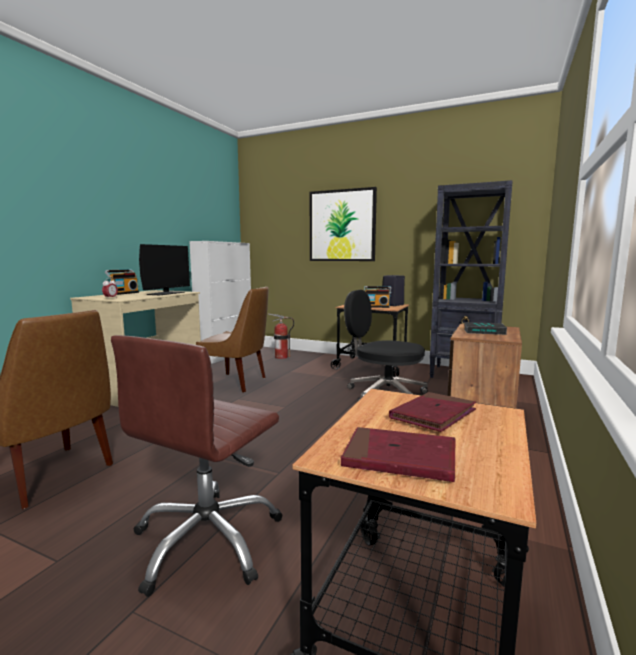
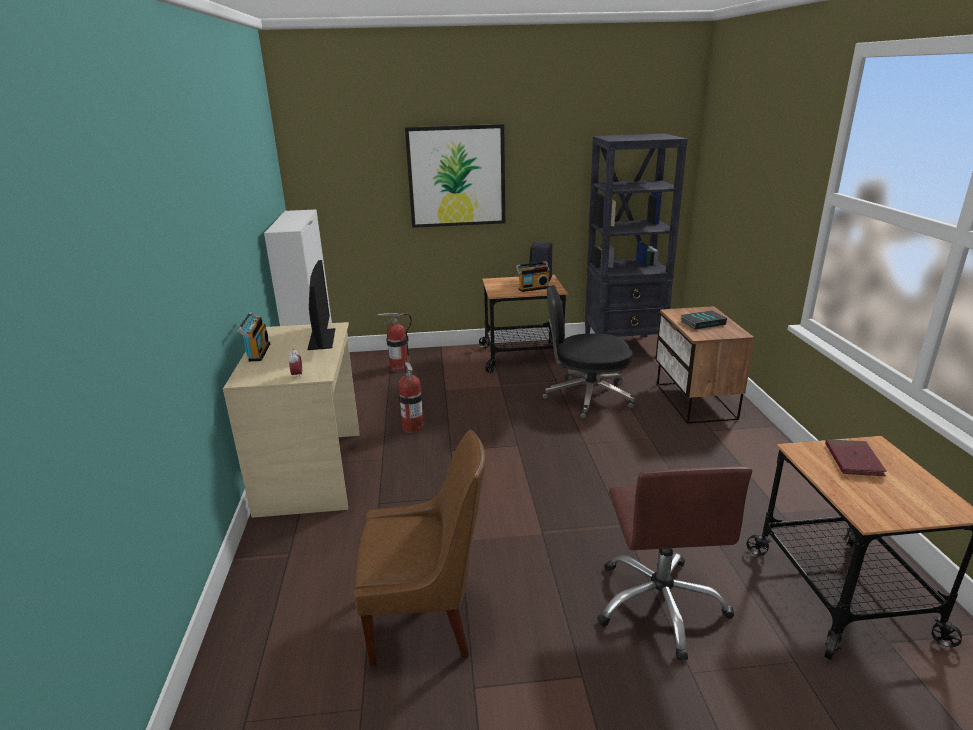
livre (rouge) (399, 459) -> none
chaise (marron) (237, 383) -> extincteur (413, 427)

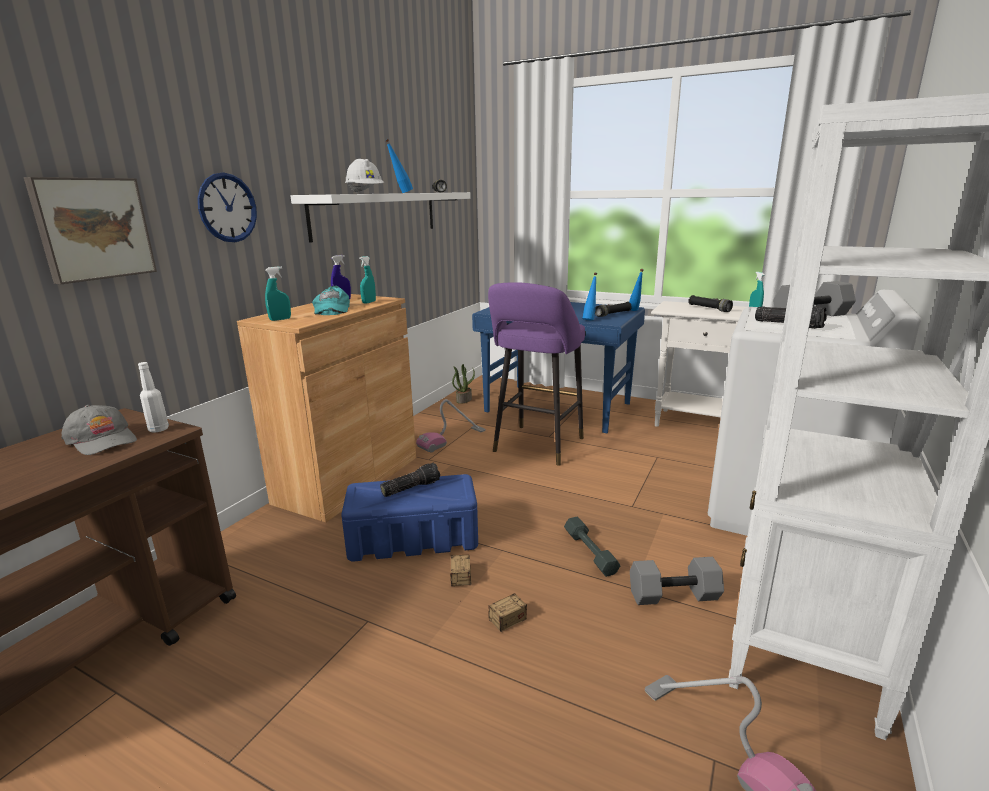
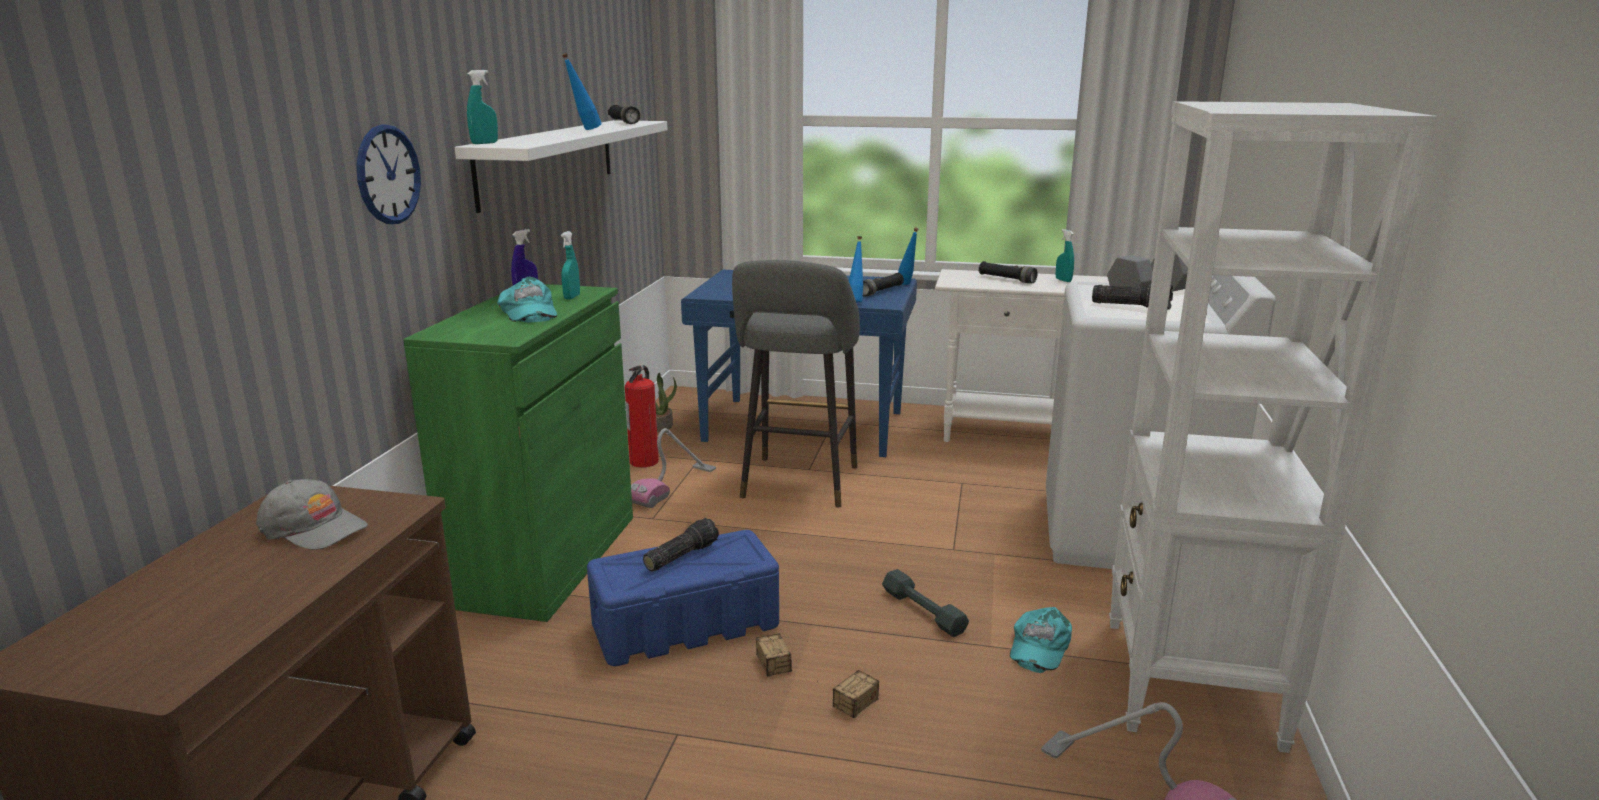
tableau (93, 229) -> none
bouteille (blanc) (158, 429) -> none
casque de chantier (blanc) (365, 193) -> none
none -> extincteur (644, 461)
vaporisateur (turquoise) (280, 319) -> vaporisateur (turquoise) (484, 143), shifted
haltère (gris) (674, 594) -> casquette (turquoise) (1038, 646)
meuble de rangement (marron) (348, 479) -> meuble de rangement (vert) (546, 559)
tabouret (violet) (536, 447) -> tabouret (gris) (798, 485)

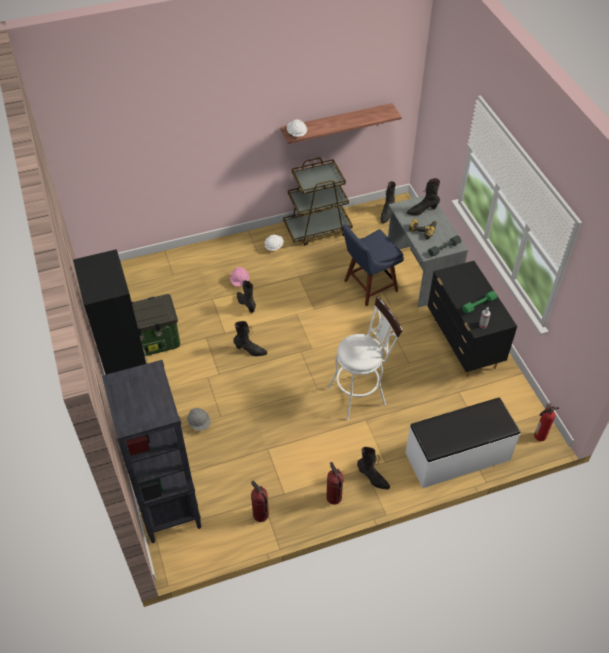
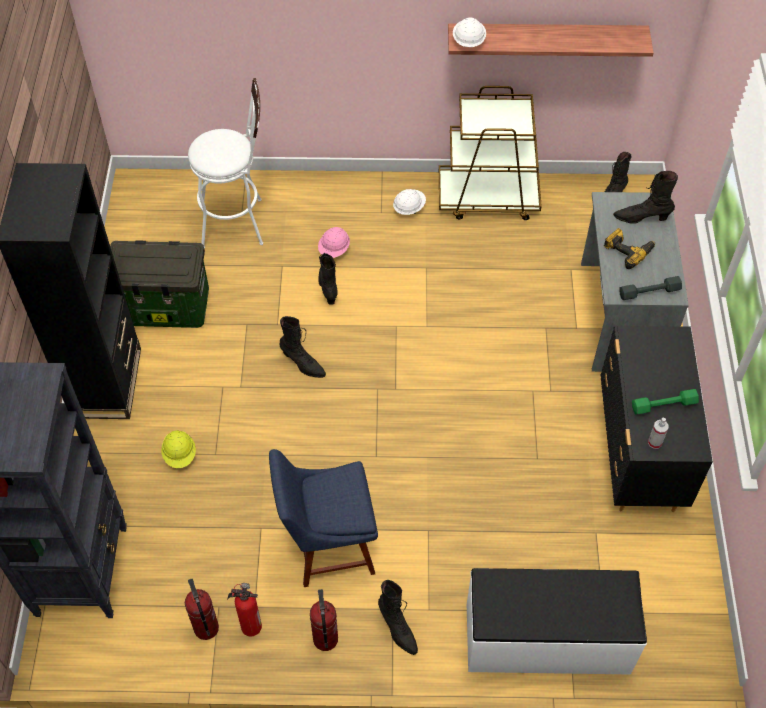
tabouret (blanc) (361, 394) -> tabouret (blanc) (239, 223), shifted
chaise (bleu) (368, 287) -> chaise (bleu) (327, 547), shifted
extincteur (539, 436) -> extincteur (249, 626), shifted
casque de chantier (gris) (199, 423) -> casque de chantier (jaune) (180, 455)

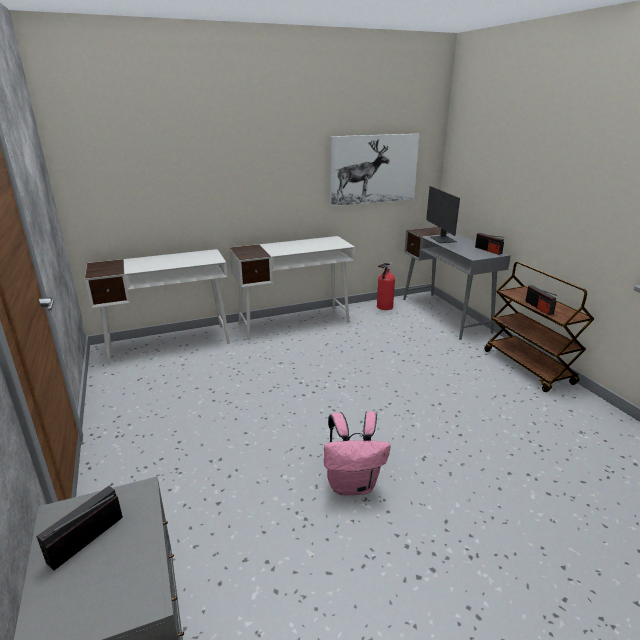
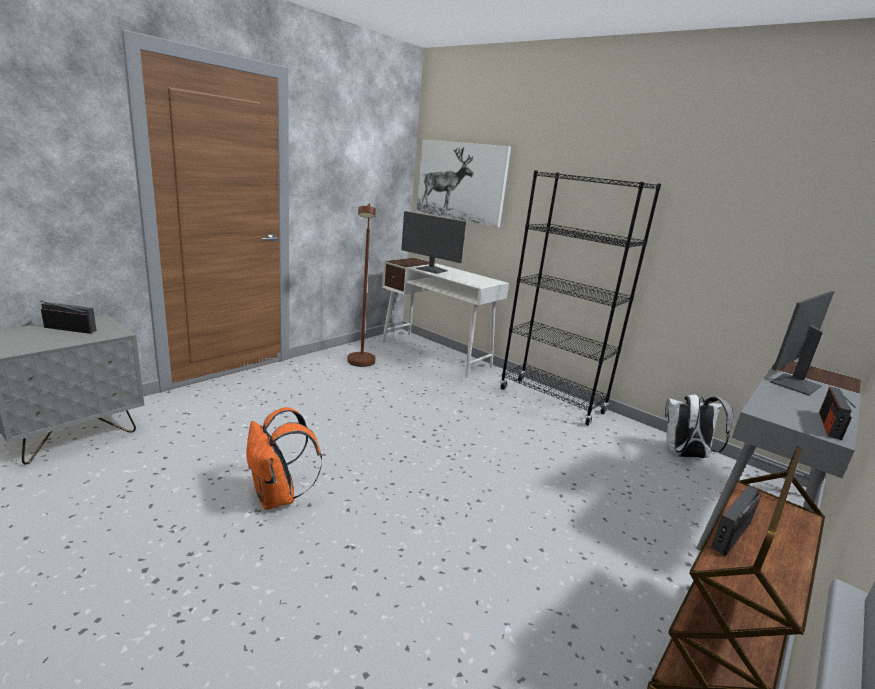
none -> lampadaire (marron) (360, 364)
none -> écran d'ordinateur (431, 270)
tableau (373, 169) -> tableau (460, 181), shifted
bureau (blanc) (294, 322) -> bibliothèque (noir) (551, 401)
extincteur (384, 307) -> sac à dos (blanc) (685, 455)
sac à dos (rose) (353, 484) -> sac à dos (orange) (278, 497)

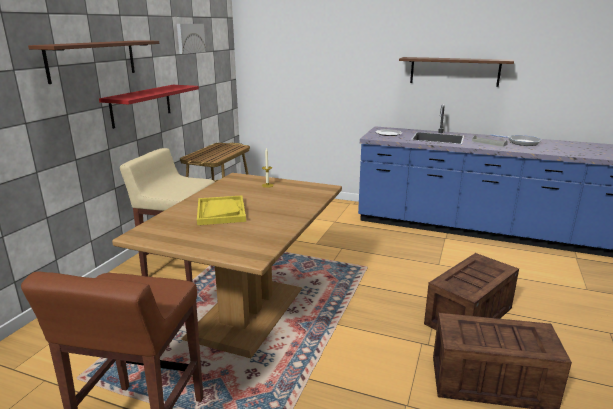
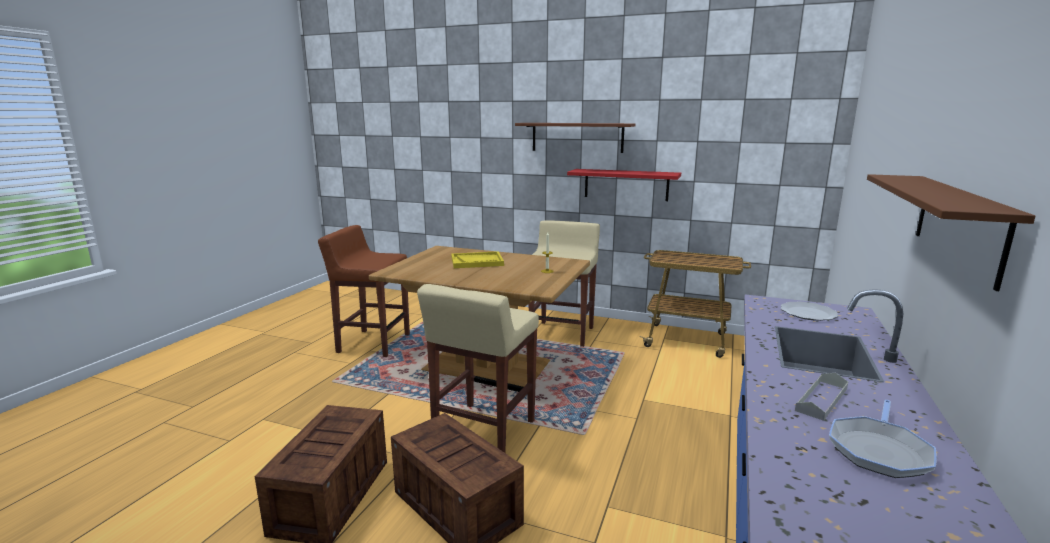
tableau (190, 38) -> none
none -> tabouret (beige) (483, 430)

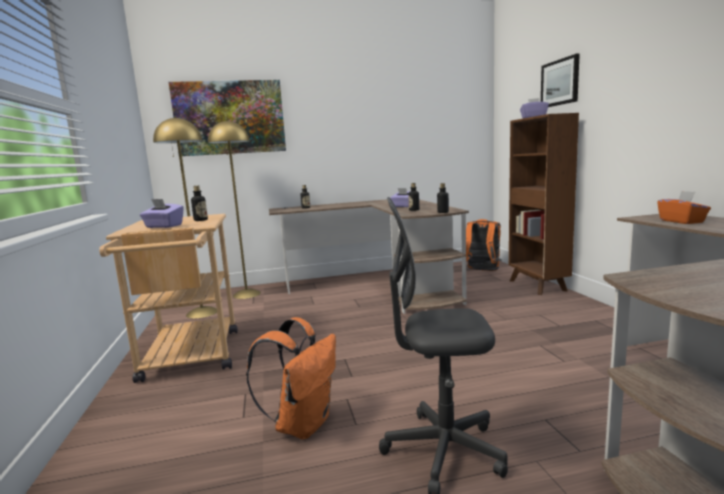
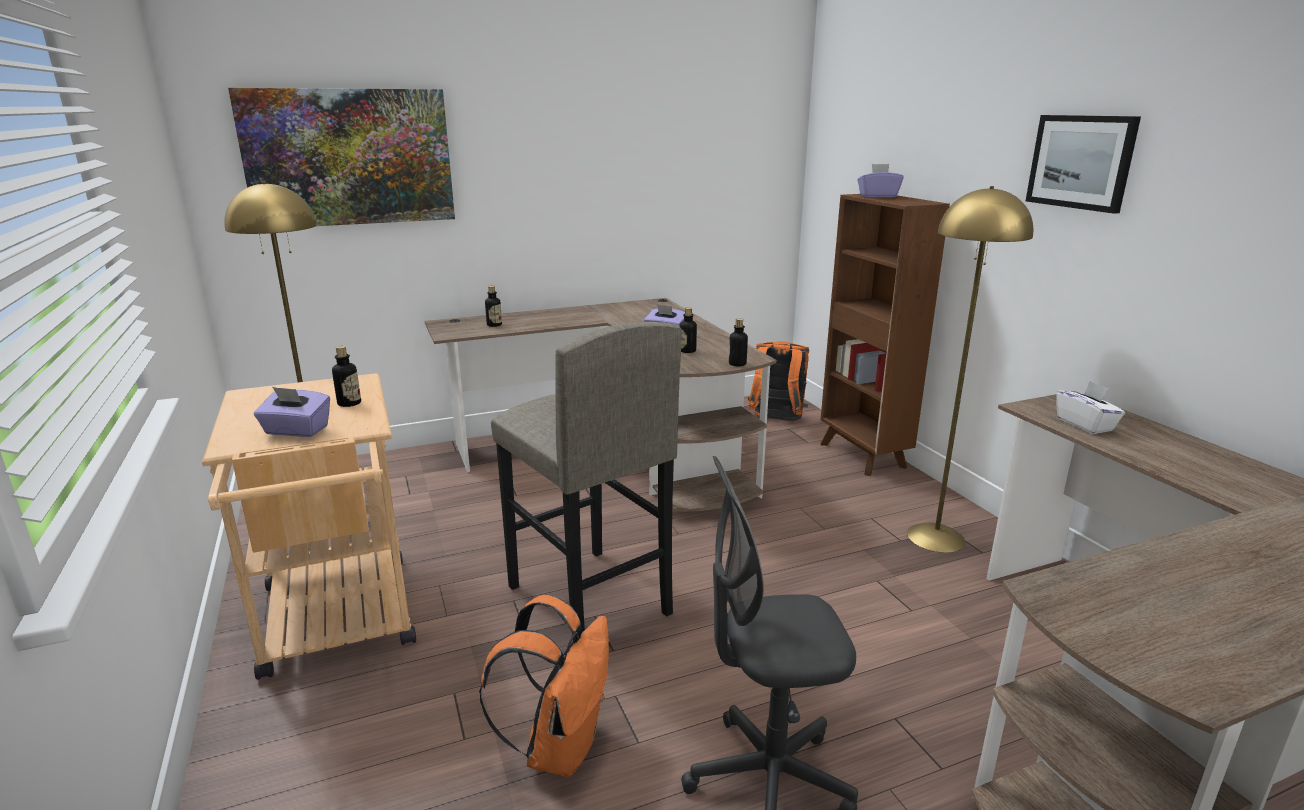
none -> tabouret (gris) (588, 601)
lampadaire (jaune) (247, 294) -> lampadaire (jaune) (936, 537), shifted
tableau (560, 82) -> tableau (1081, 162), shifted
boîte à mouchoirs (orange) (681, 221) -> boîte à mouchoirs (blanc) (1085, 425)

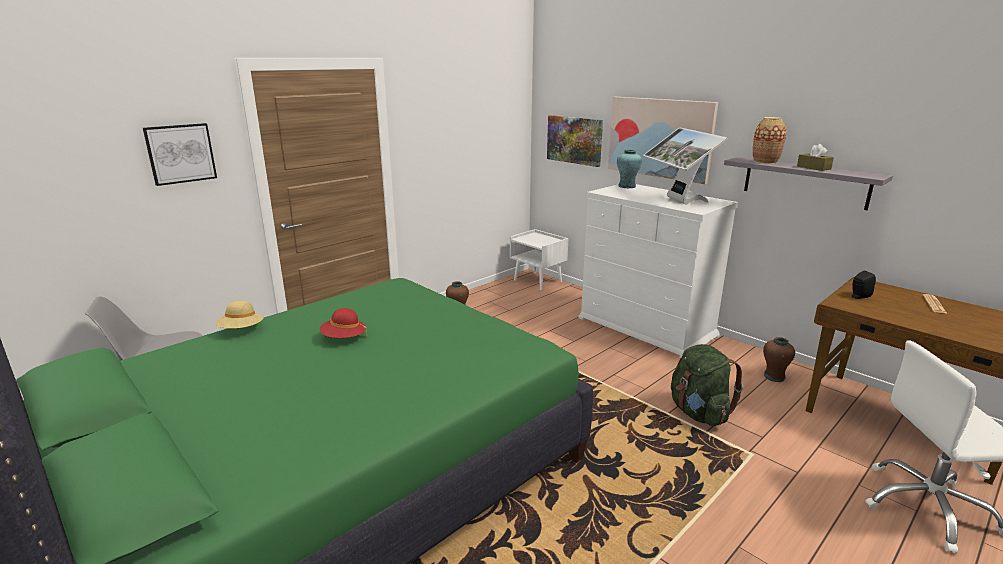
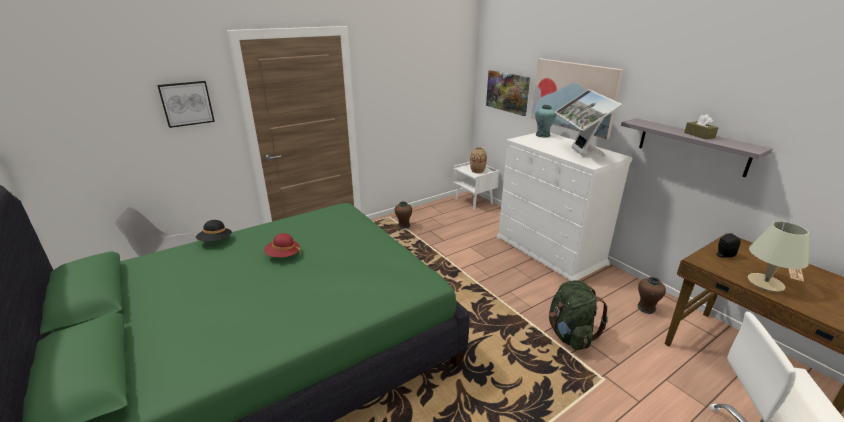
none -> lampe de table (beige) (765, 283)
vase (765, 162) -> vase (477, 171), shifted
chapeau (beige) (241, 330) -> chapeau (noir) (215, 241)

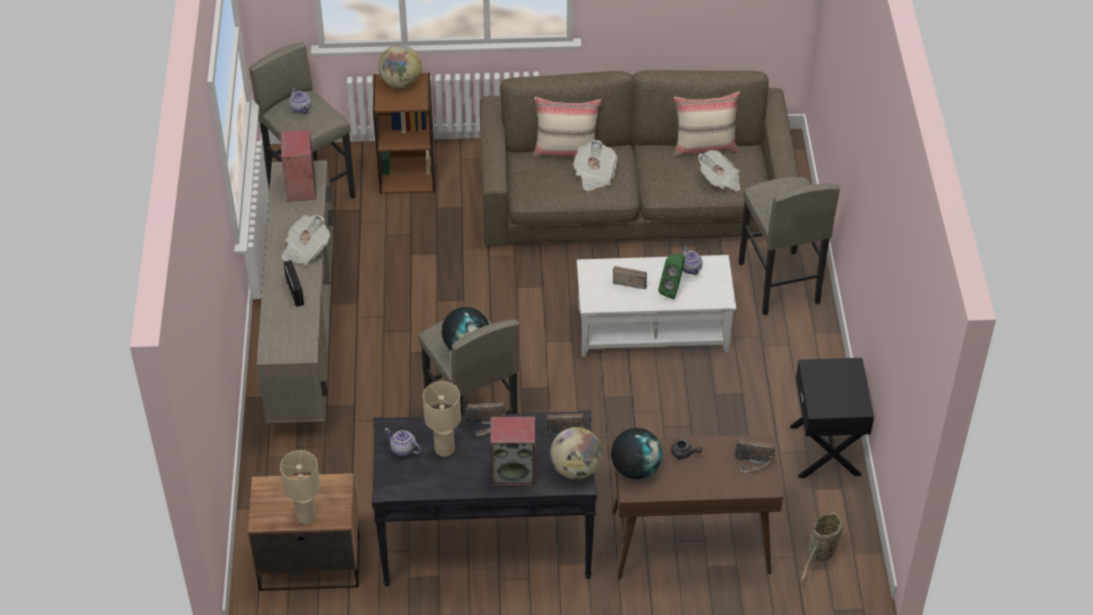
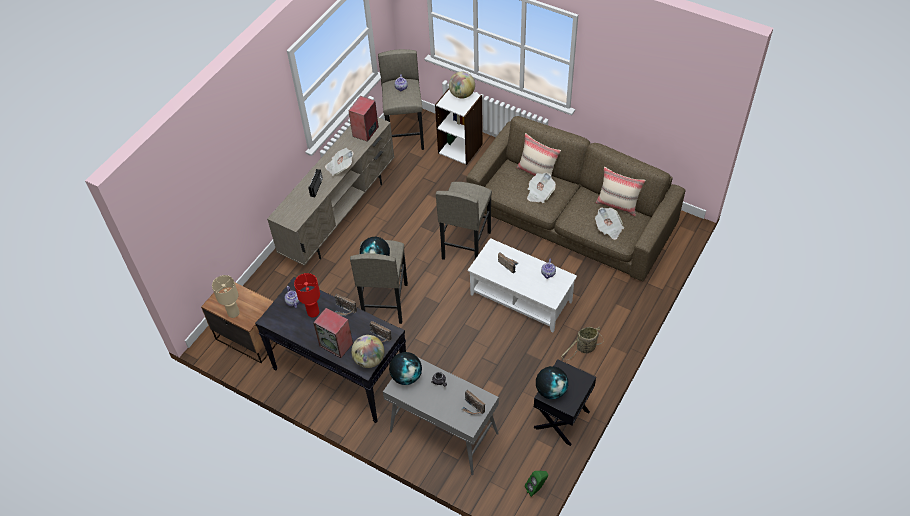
none -> globe (551, 390)
enceinte (vert) (673, 289) -> enceinte (vert) (536, 488), shifted
tabouret (gris) (778, 283) -> tabouret (gris) (465, 245), shifted
panier (821, 554) -> panier (584, 348), shifted
bibliothèque (marron) (407, 174) -> bibliothèque (blanc) (460, 148)
lampe de table (beige) (444, 449) -> lampe de table (rouge) (313, 312)
table console (marron) (689, 543) -> table console (gris) (443, 432)

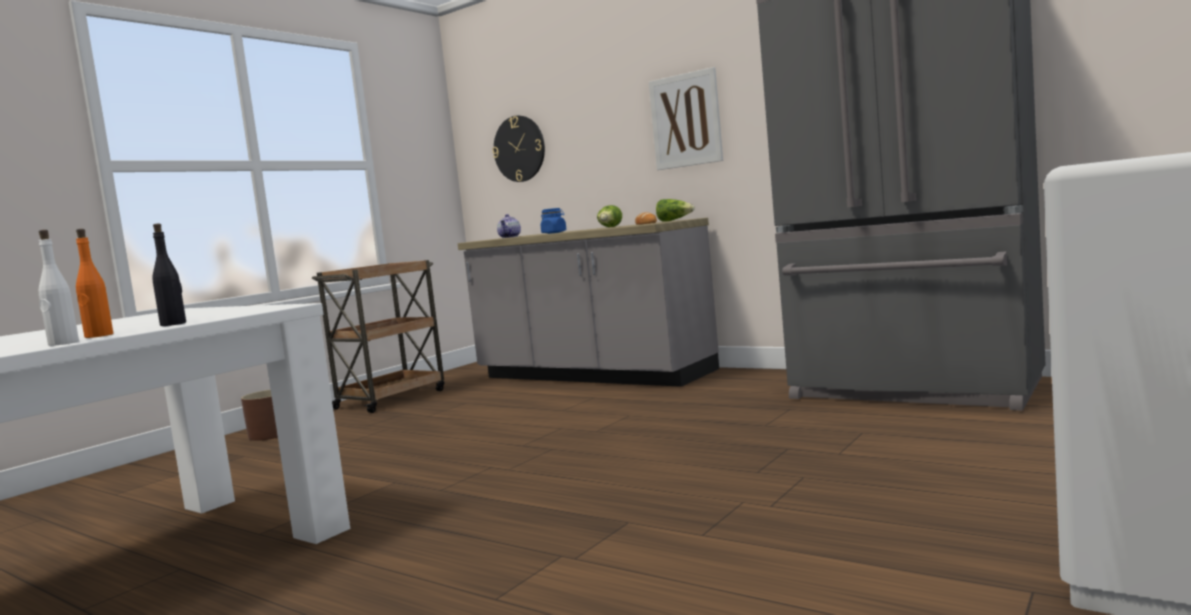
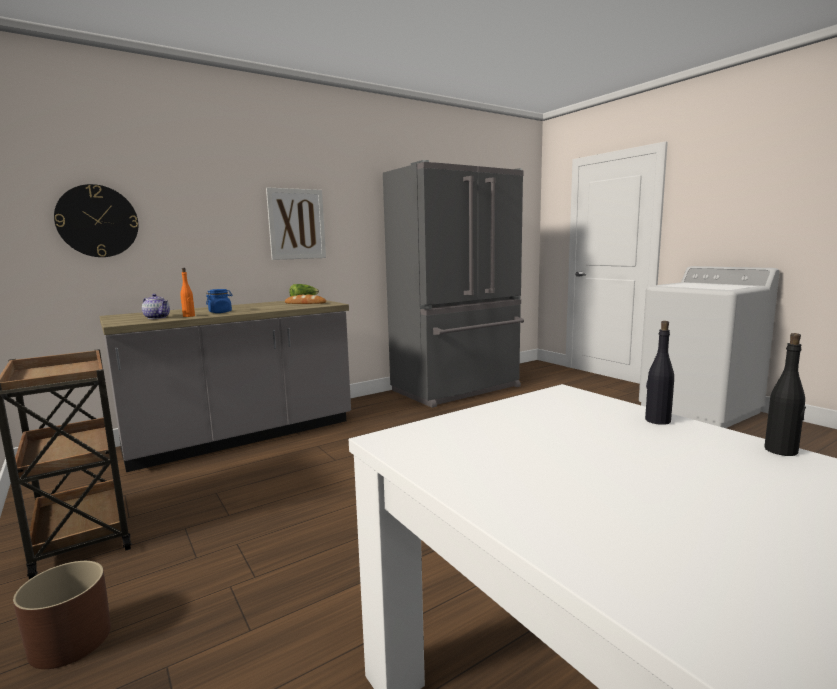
laitue (610, 227) -> none
bouteille (orange) (98, 336) -> bouteille (orange) (189, 316), shifted
bouteille (blanc) (63, 343) -> bouteille (noir) (781, 451)

